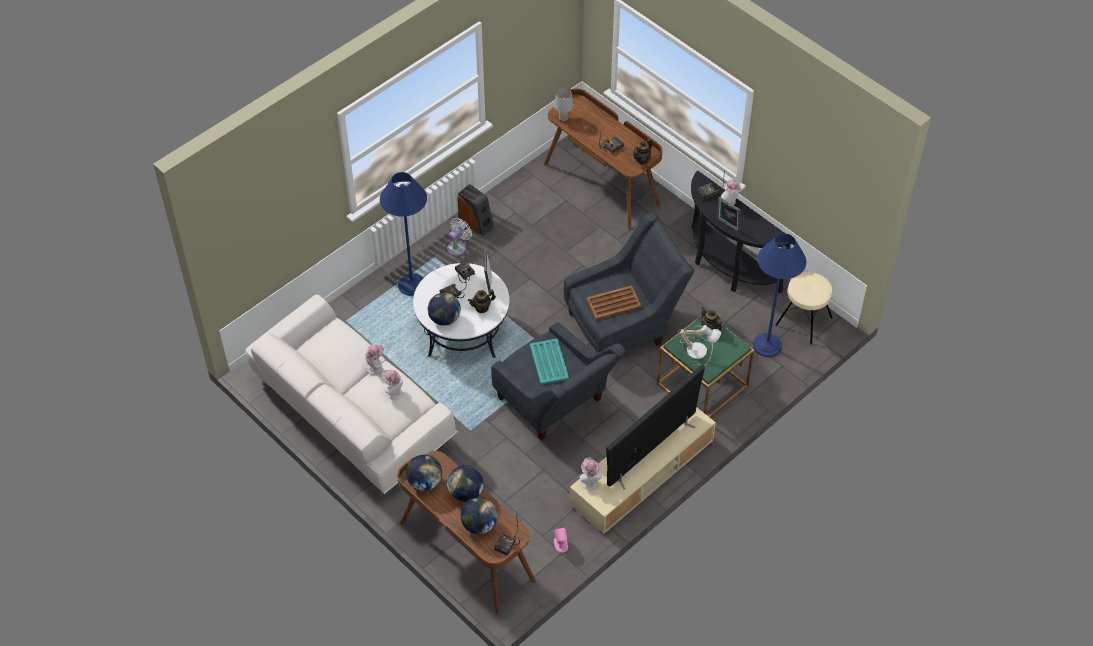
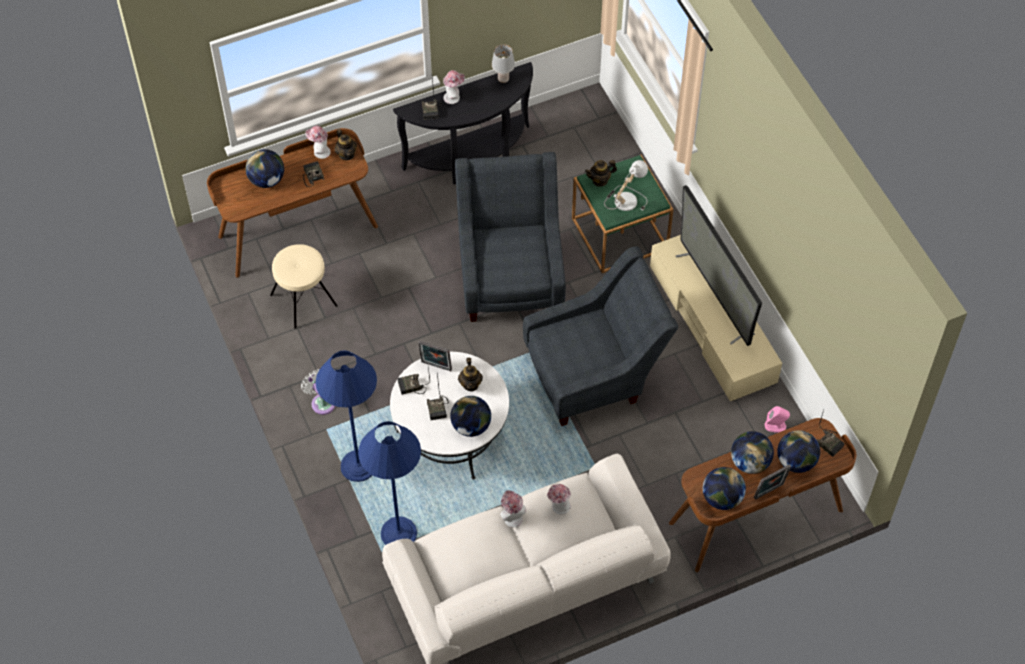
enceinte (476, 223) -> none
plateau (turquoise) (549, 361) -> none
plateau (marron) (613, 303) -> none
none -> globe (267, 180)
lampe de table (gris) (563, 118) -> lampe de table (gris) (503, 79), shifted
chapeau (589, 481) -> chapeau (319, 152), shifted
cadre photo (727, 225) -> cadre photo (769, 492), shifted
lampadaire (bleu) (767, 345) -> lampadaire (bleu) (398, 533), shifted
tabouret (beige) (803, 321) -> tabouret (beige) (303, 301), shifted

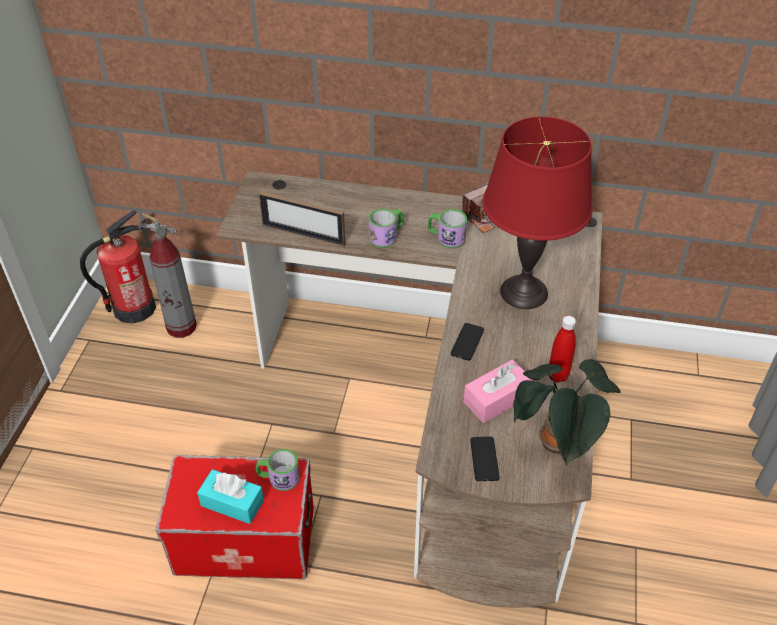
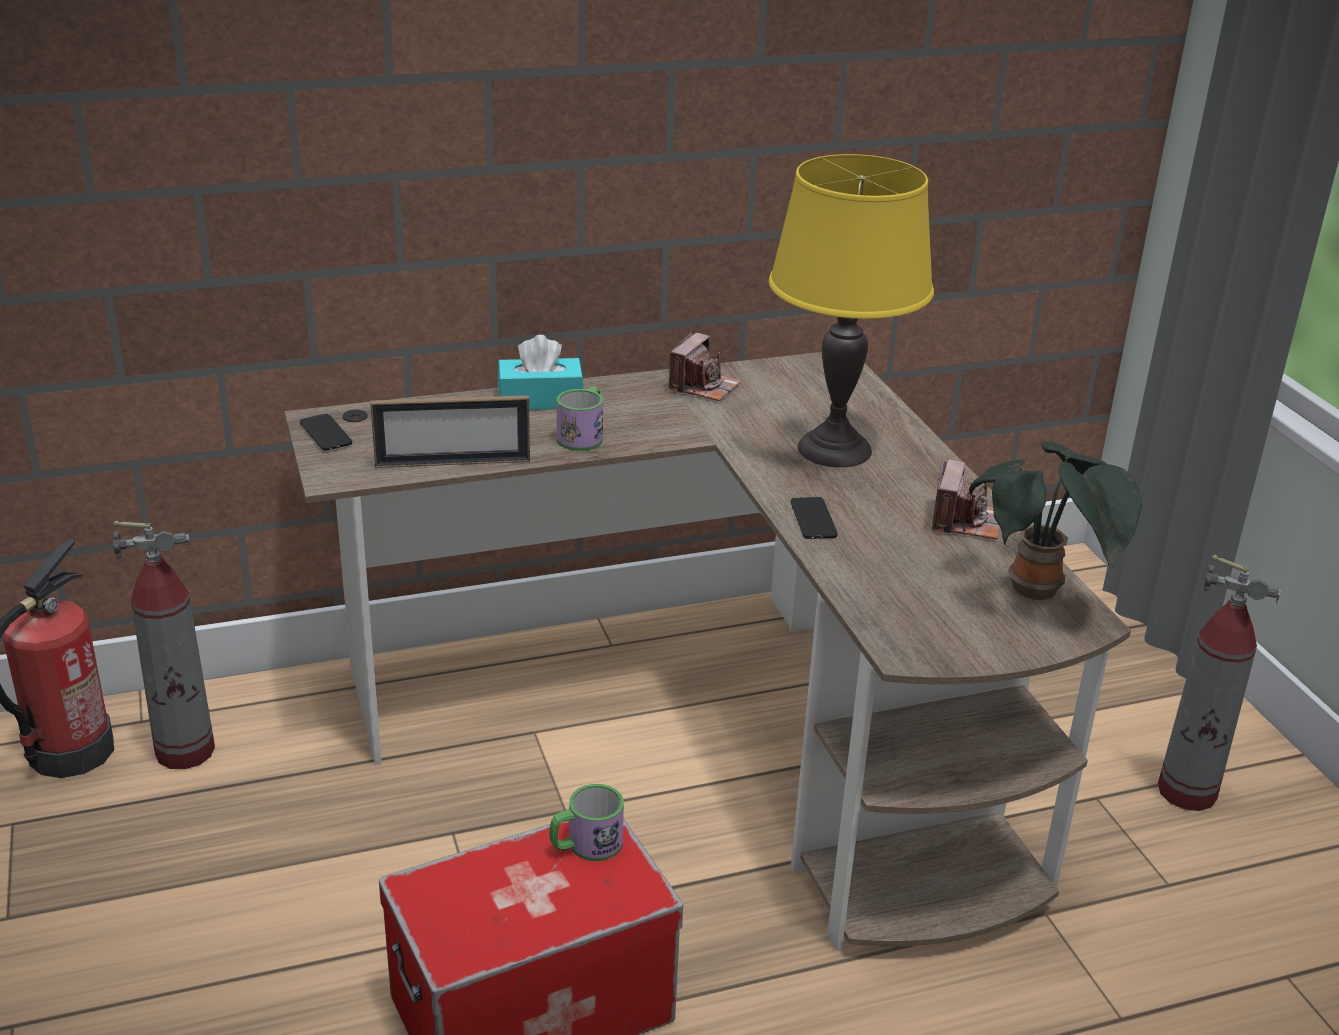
mug (446, 238) -> none
boîte à mouchoirs (rose) (496, 399) -> none
none -> extincteur (1187, 792)
boîte à mouchoirs (turquoise) (232, 503) -> boîte à mouchoirs (turquoise) (540, 400), shifted
téléphone (484, 459) -> téléphone (325, 433), shifted
bouteille (rouge) (557, 376) -> appareil photo (965, 521)
lampe de table (rouge) (524, 292) -> lampe de table (jaune) (834, 449)

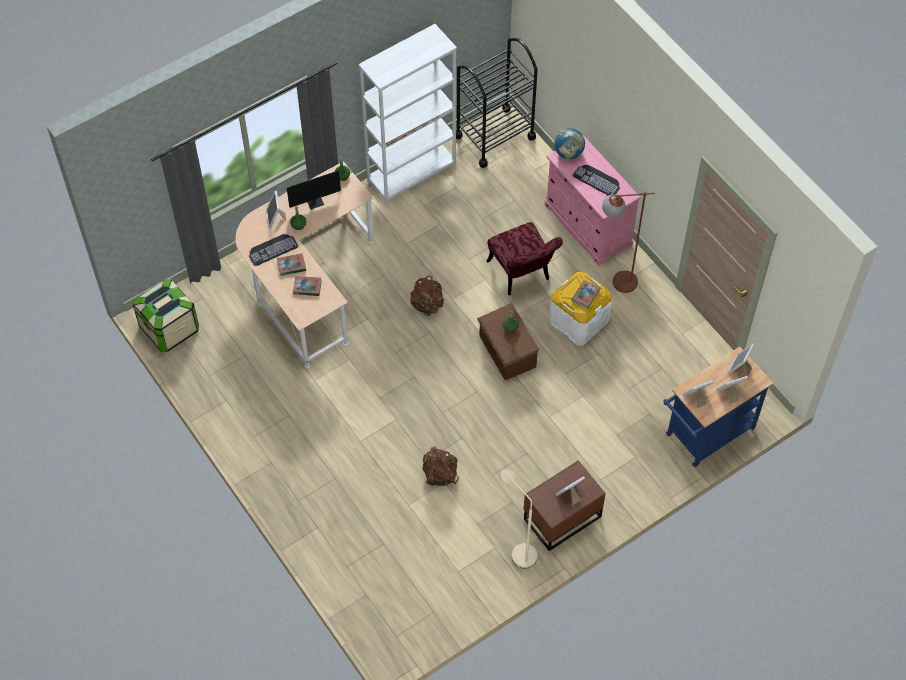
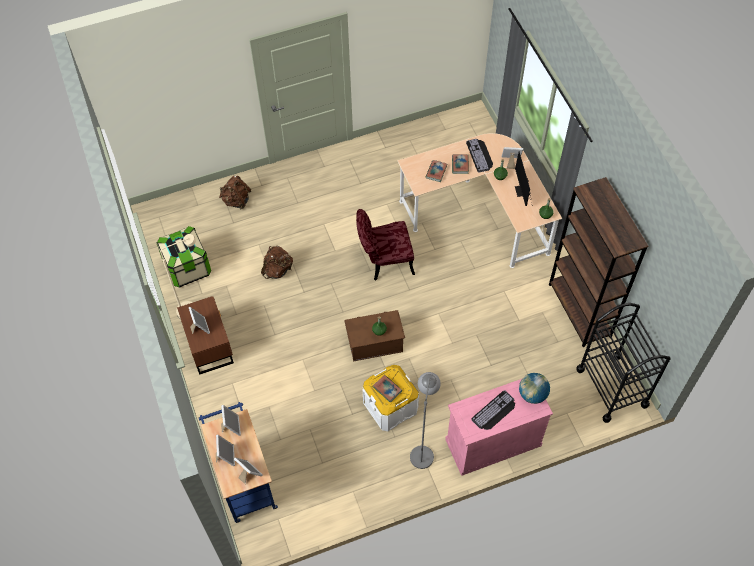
boîte de rangement (169, 328) -> boîte de rangement (187, 268), shifted
sac à dos (marron) (427, 305) -> sac à dos (marron) (236, 200), shifted
chaise (rouge) (521, 275) -> chaise (rouge) (384, 262), shifted
bibliothèque (blanc) (412, 173) -> bibliothèque (marron) (579, 310)
lampadaire (marron) (616, 283) -> lampadaire (gris) (422, 449)

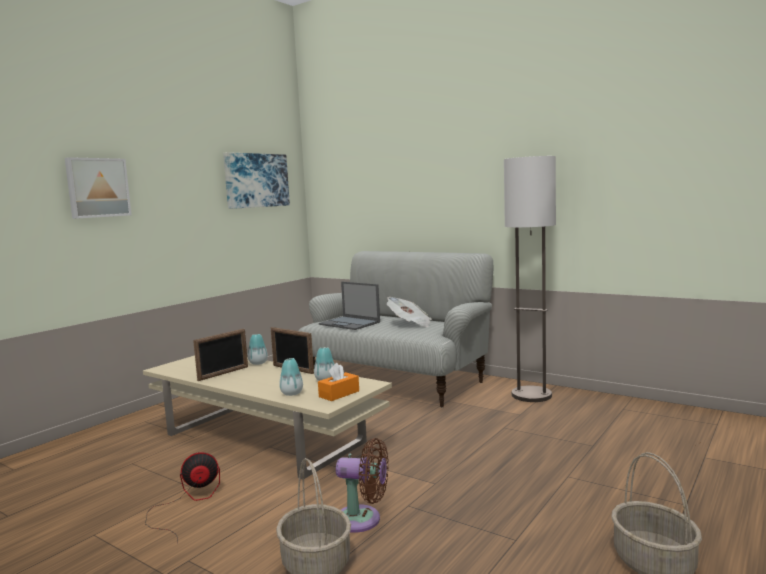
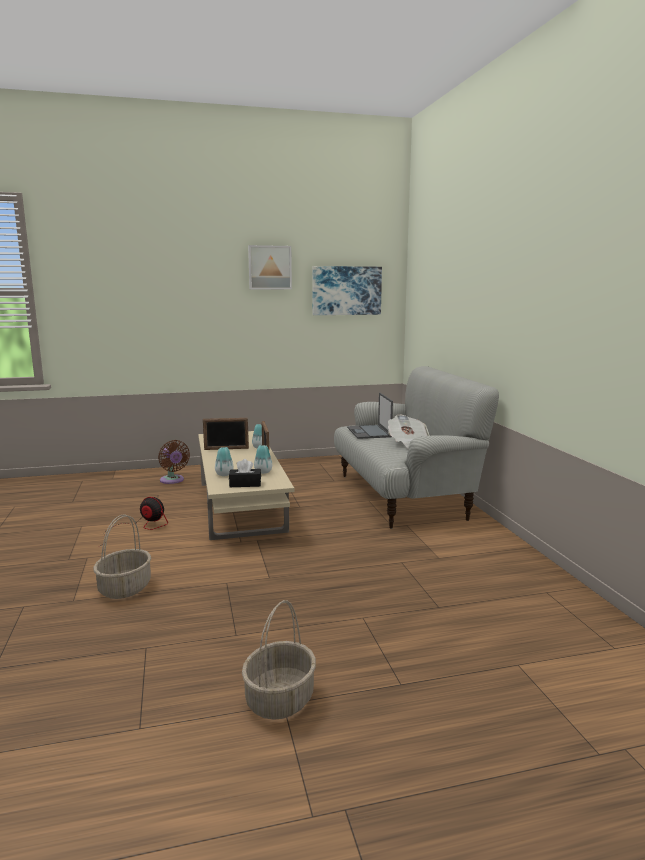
lampadaire (531, 395) -> none
tableau (97, 188) -> tableau (269, 267), shifted
ventilateur (marron) (362, 520) -> ventilateur (marron) (173, 480), shifted
boîte à mouchoirs (orange) (339, 394) -> boîte à mouchoirs (noir) (245, 484)

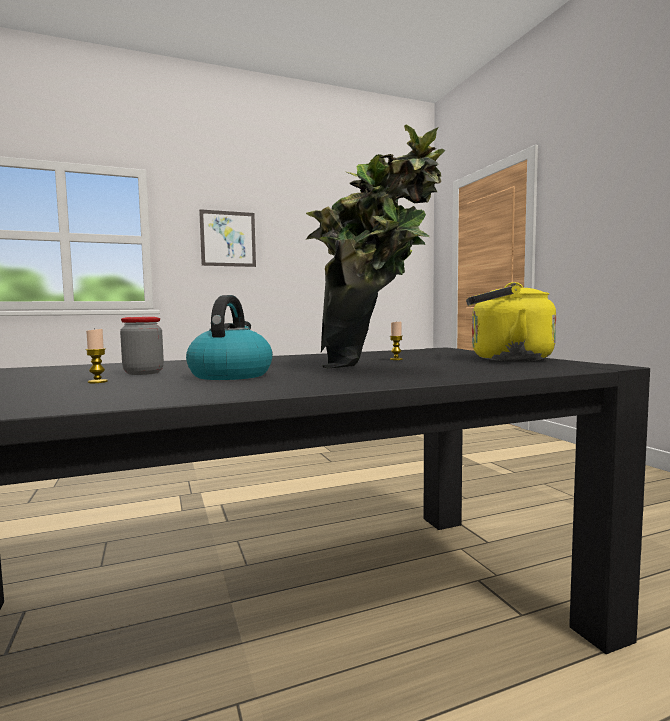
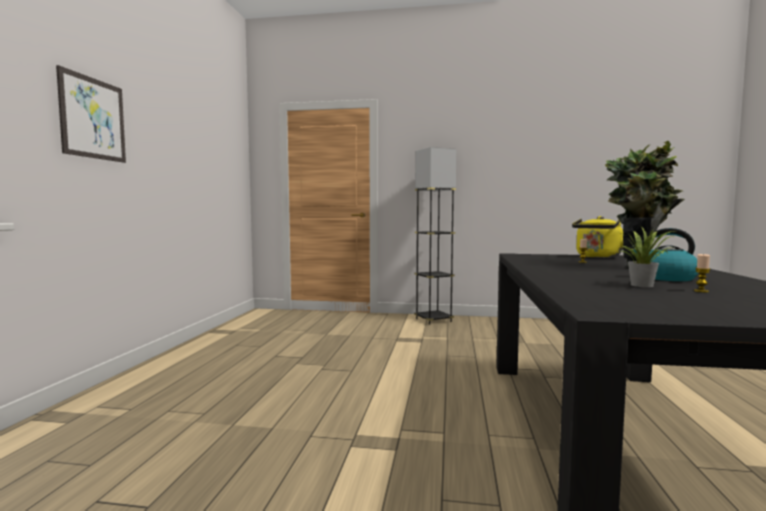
none -> lampadaire (gris) (433, 320)
bocal (143, 373) -> plante en pot (644, 285)

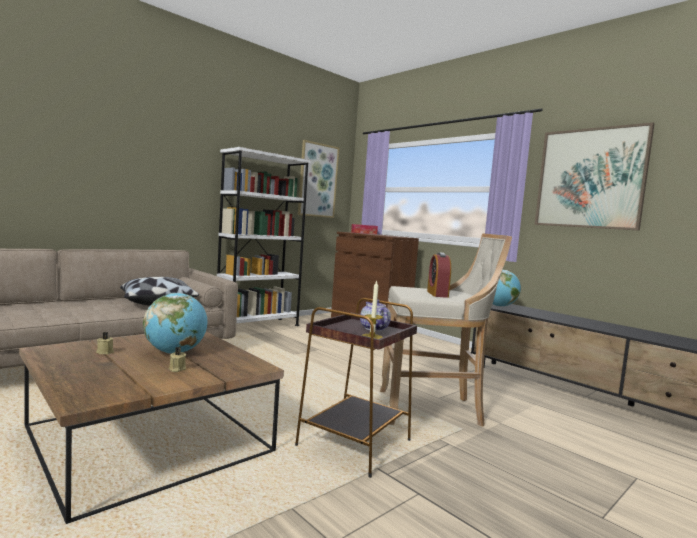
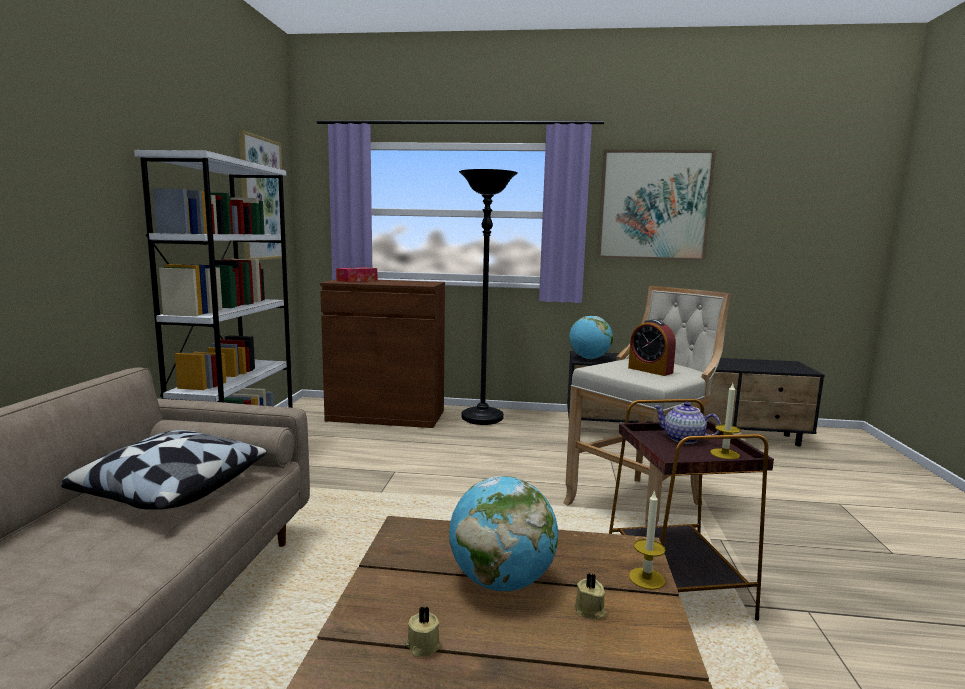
none -> lampadaire (noir) (482, 418)
none -> bougie (646, 578)

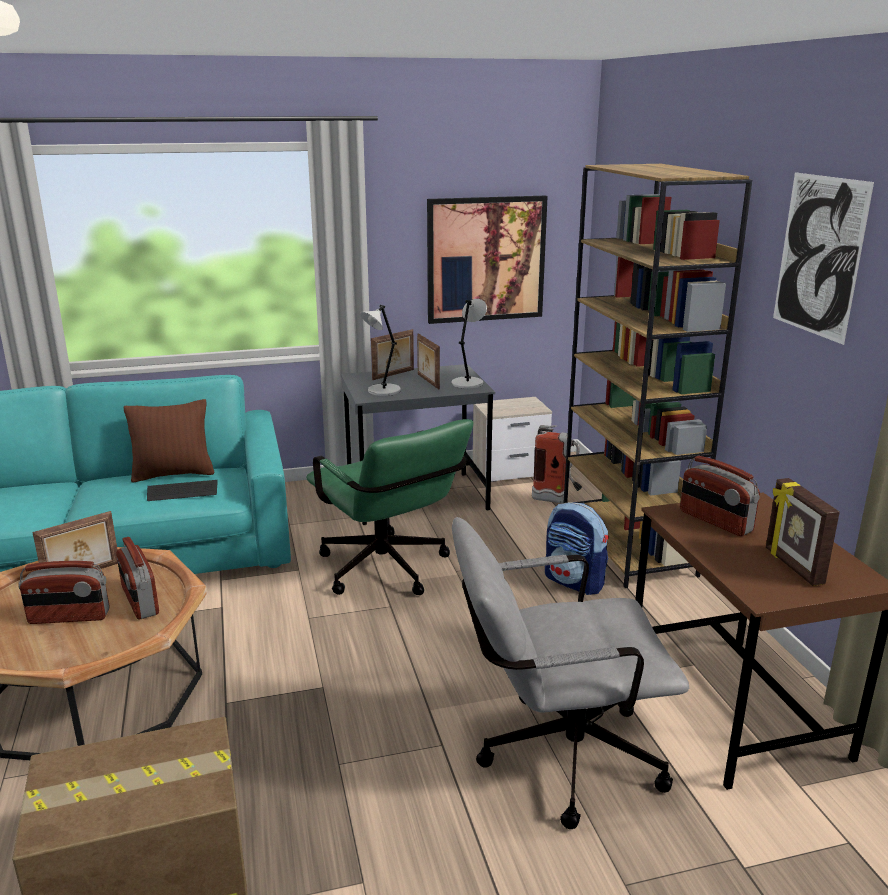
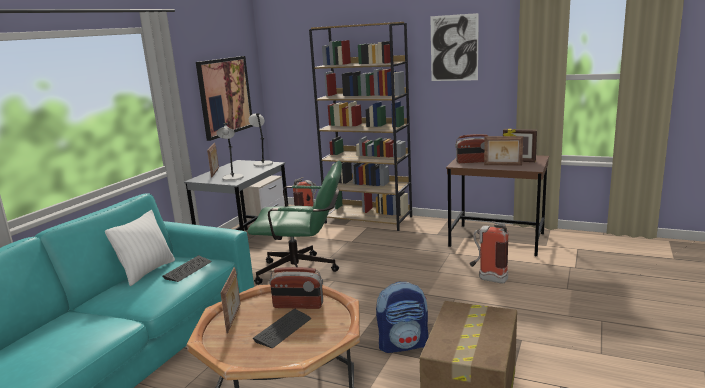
cadre photo (427, 381) -> cadre photo (503, 165), shifted
sac à dos (575, 582) -> sac à dos (403, 344), shifted
radio (69, 617) -> clavier (283, 329)
chaise de bureau (gris) (554, 757) -> extincteur (488, 278)
coussin (marron) (173, 474) -> coussin (blanc) (147, 272)

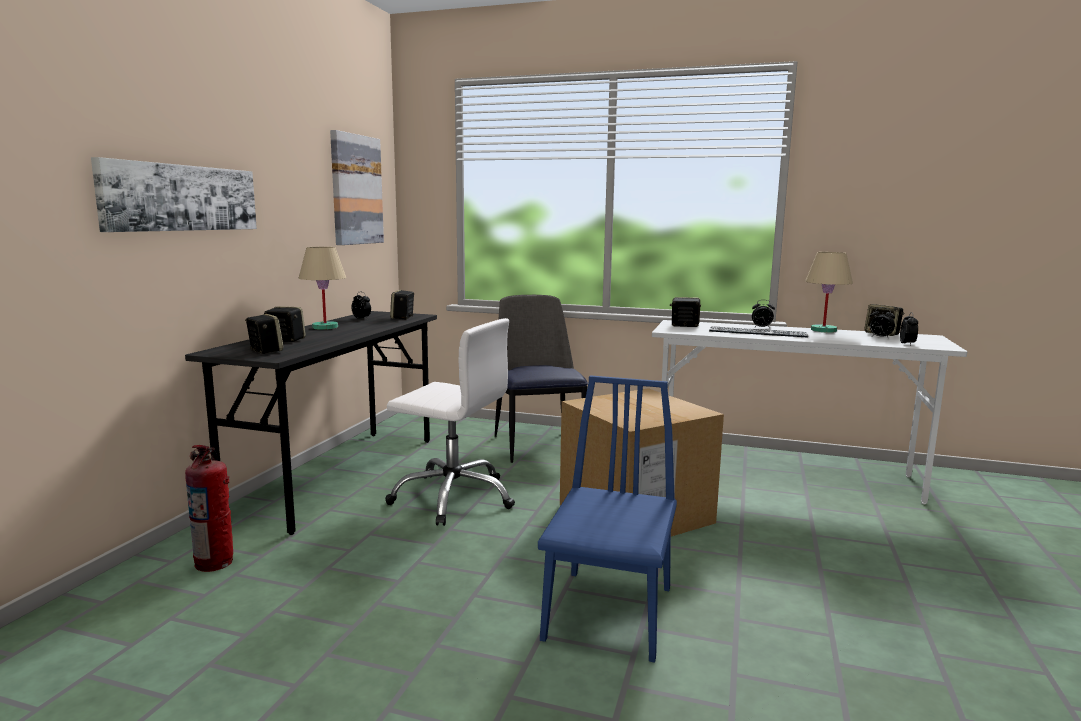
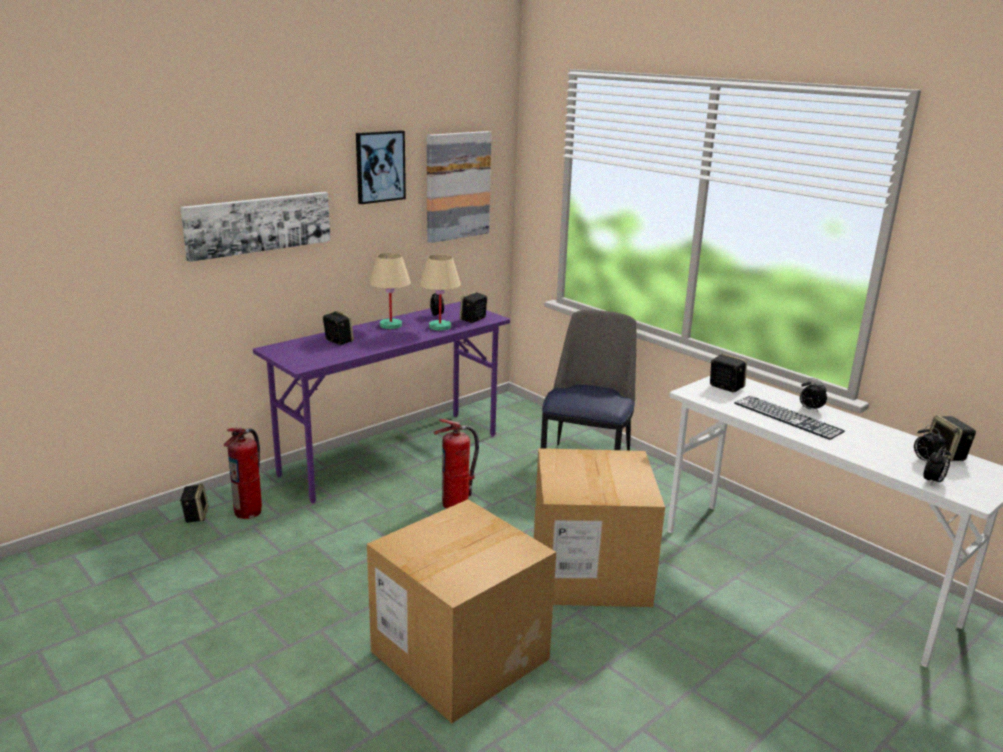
none -> tableau (380, 166)
enceinte (264, 351) -> enceinte (195, 515), shifted
lampe de table (beige) (824, 330) -> lampe de table (beige) (440, 327), shifted
chaise de bureau (blanc) (453, 497) -> extincteur (455, 504)
chaise (bleu) (609, 613) -> carton (459, 655)
bureau (gris) (339, 475) -> bureau (violet) (392, 454)

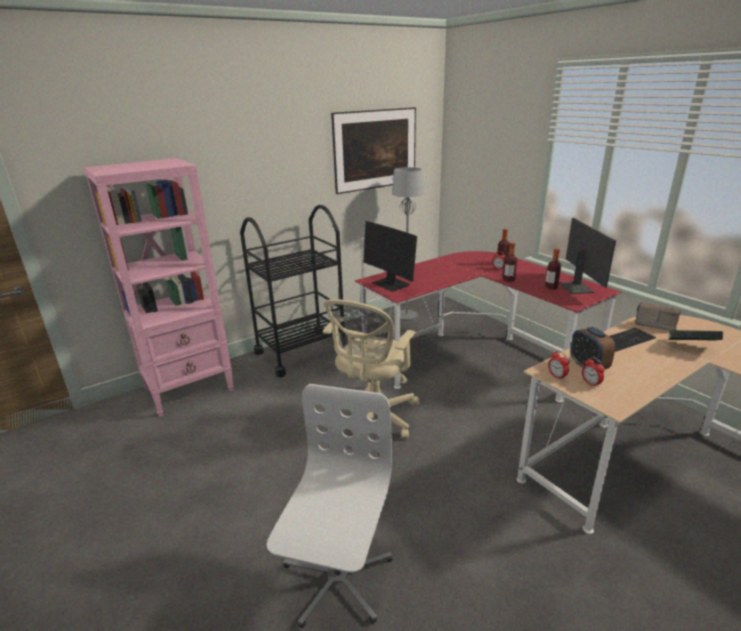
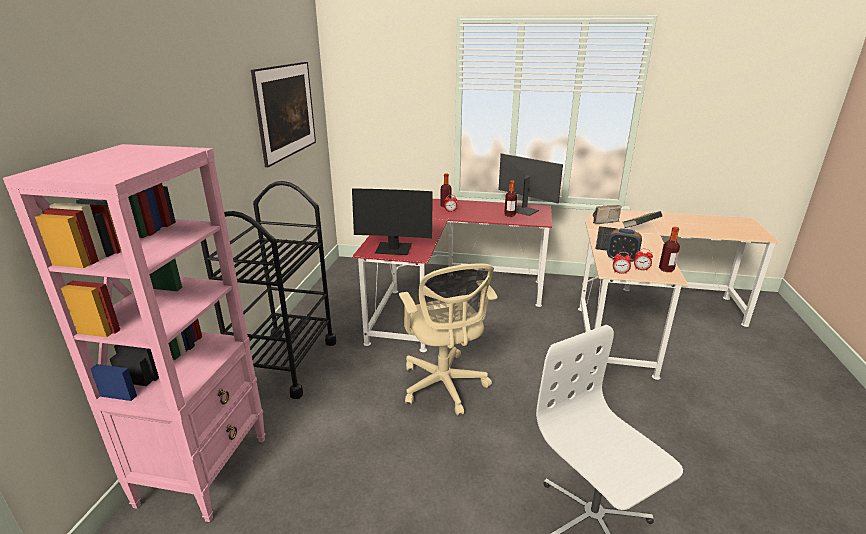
lampadaire (gris) (406, 316) -> none
bouteille (508, 280) -> bouteille (666, 269), shifted

